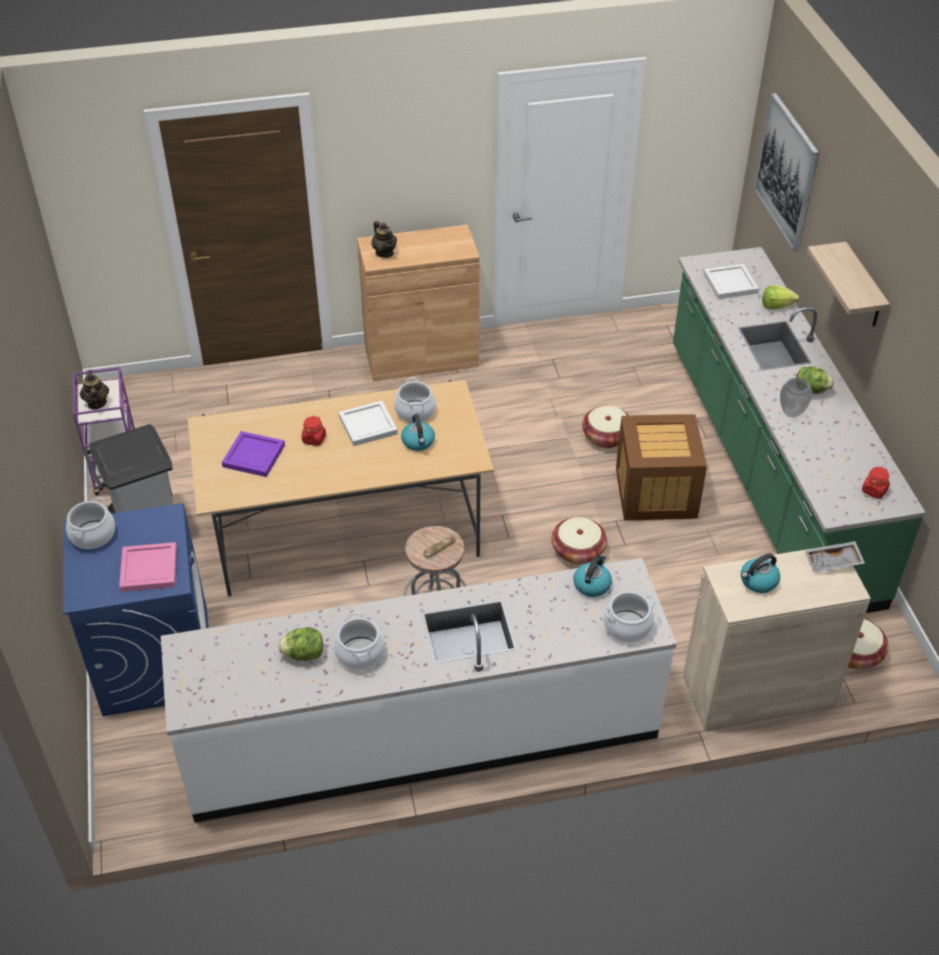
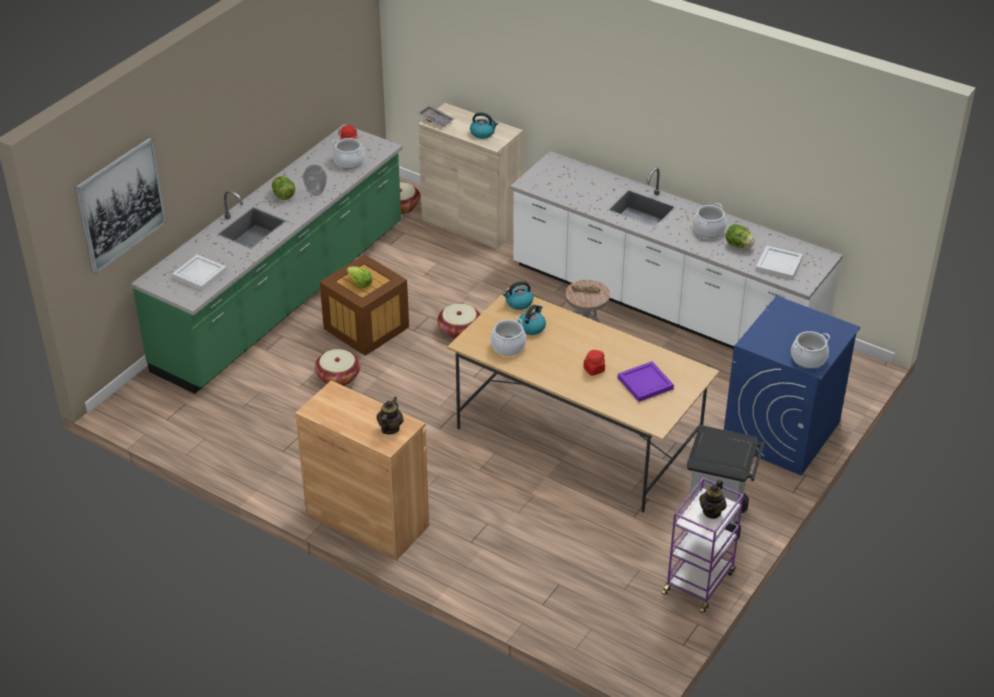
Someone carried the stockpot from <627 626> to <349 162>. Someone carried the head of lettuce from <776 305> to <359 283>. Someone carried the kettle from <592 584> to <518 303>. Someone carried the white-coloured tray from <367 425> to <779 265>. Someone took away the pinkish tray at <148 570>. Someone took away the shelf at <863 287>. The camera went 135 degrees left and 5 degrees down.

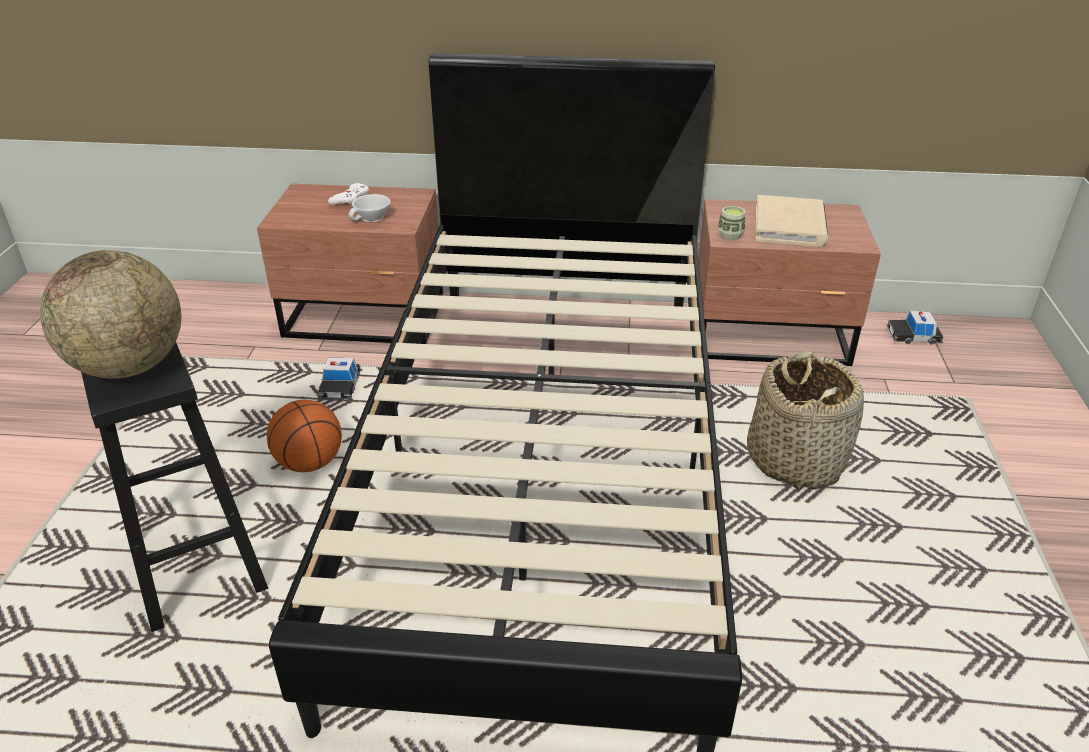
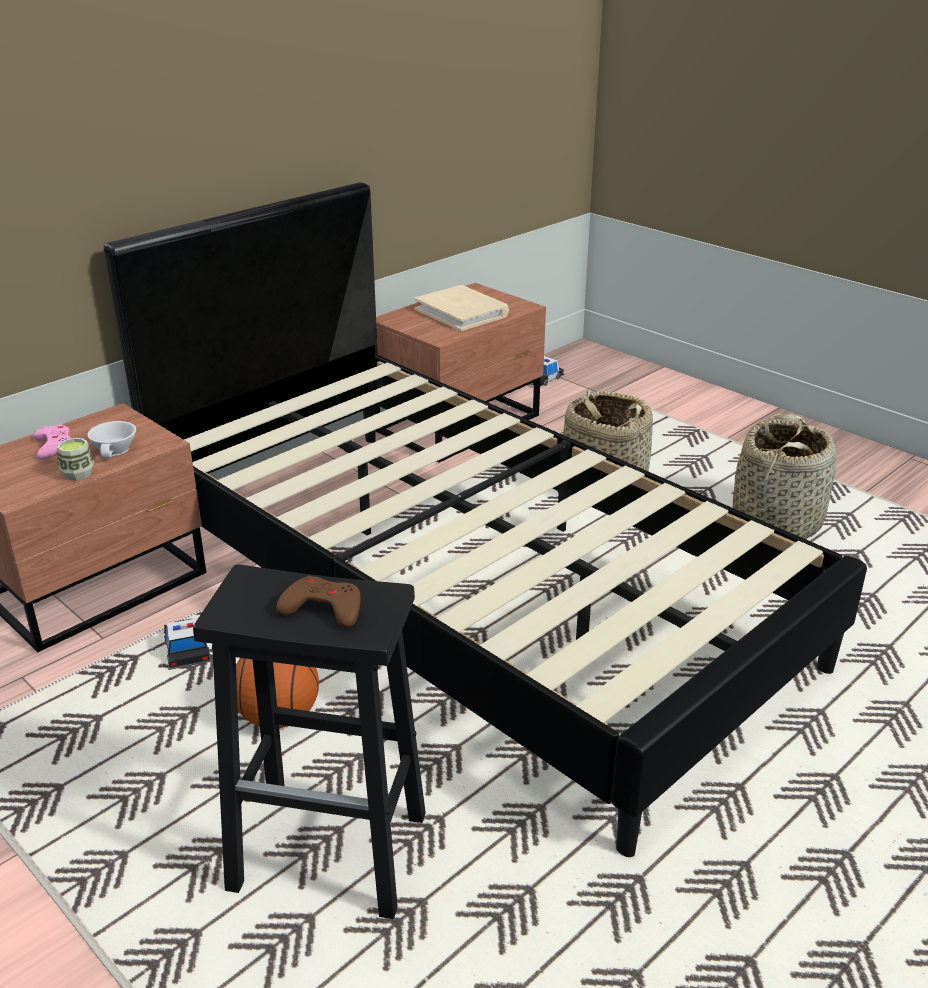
Someone repainted the white-coloured game controller at <351 199>, which became the pinkish game controller at <54 446>. Someone carried the cup from <730 235> to <78 474>. Someone rotated the miniature car at <340 386> by 150 degrees counterclockwise. Someone swapped the world globe at <130 366> for the brownish game controller at <323 608>. Someone put down the basket at <777 521>. The camera went 50 degrees left and 5 degrees down.

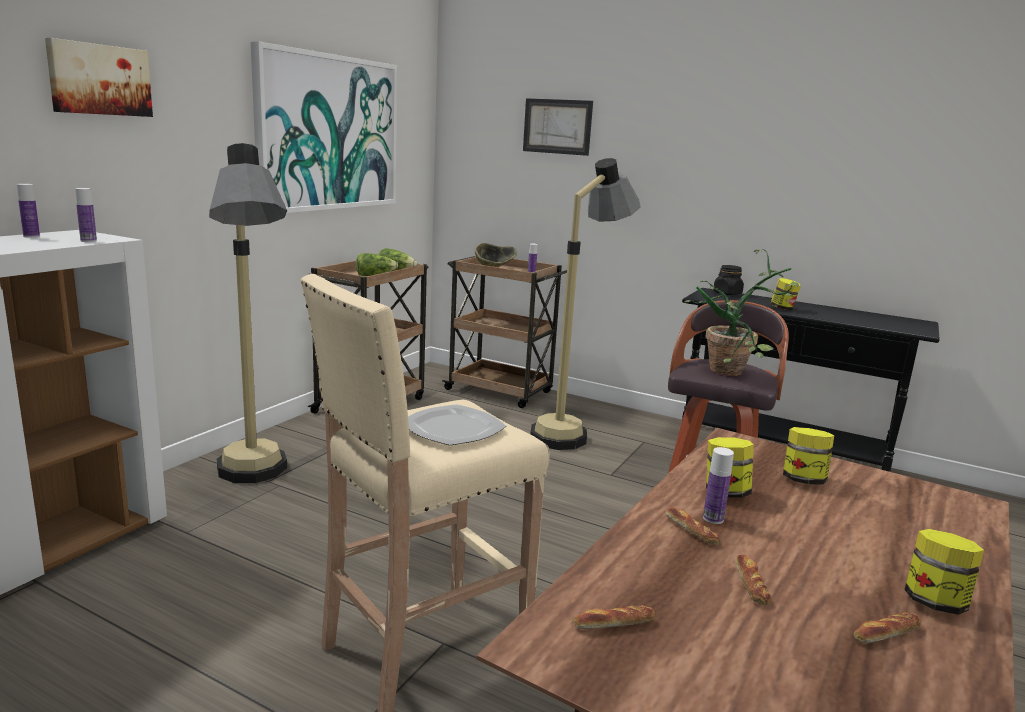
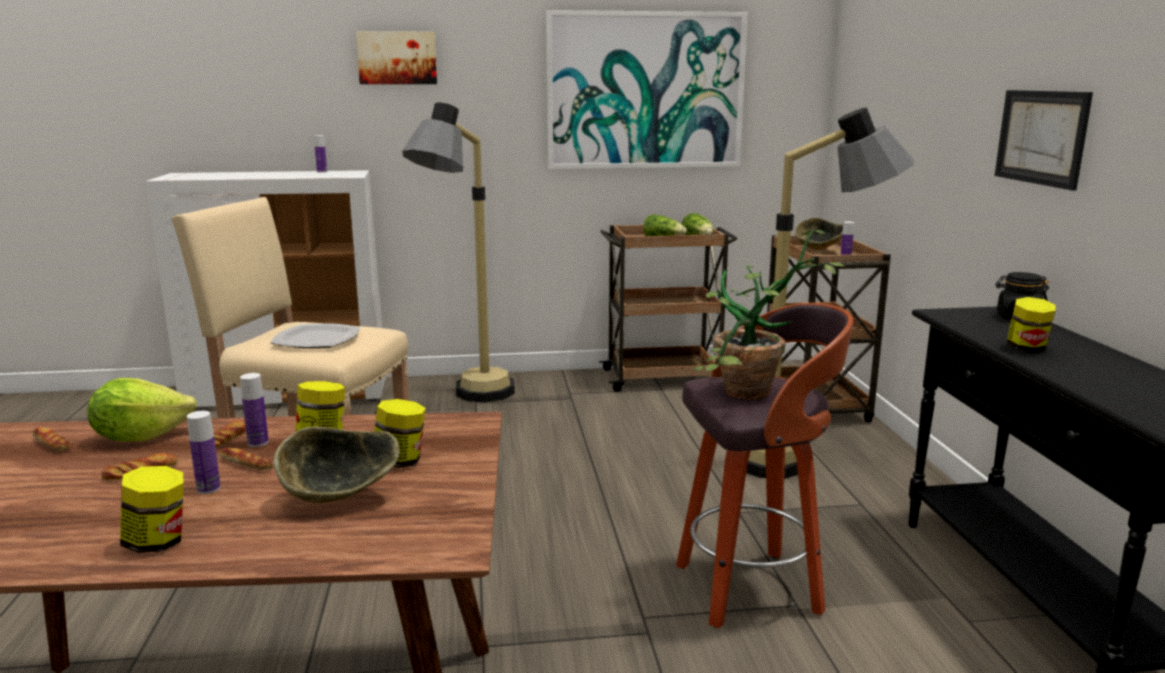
Someone put down the head of lettuce at <141 436>. Someone carried the drink bottle from <88 241> to <208 489>. Someone carried the bread from <886 633> to <246 464>. Someone put down the deep dish at <339 499>. Someone carried the wall picture from <557 126> to <1041 137>. The camera went 55 degrees right and 0 degrees up.

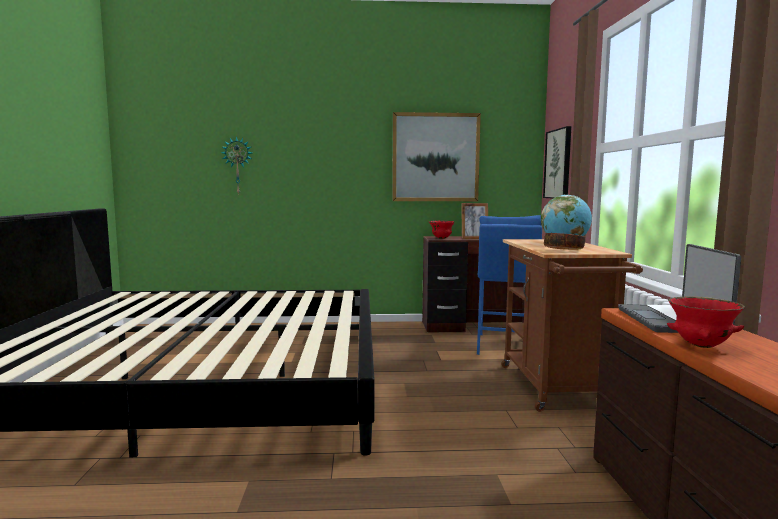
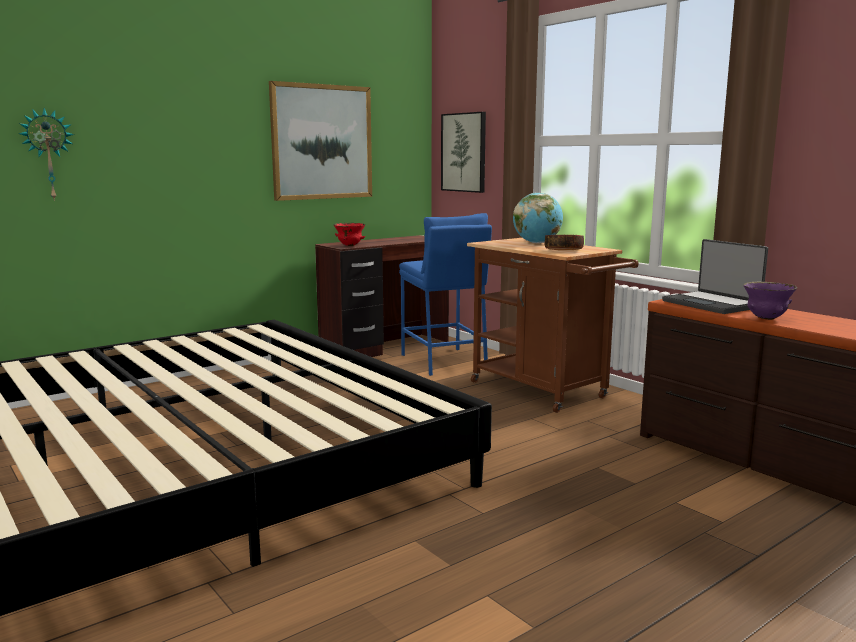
Someone repainted the reddish deep dish at <702 346>, which became the purple deep dish at <766 318>. Someone took away the photo frame at <474 238>. The camera went 35 degrees left and 5 degrees up.

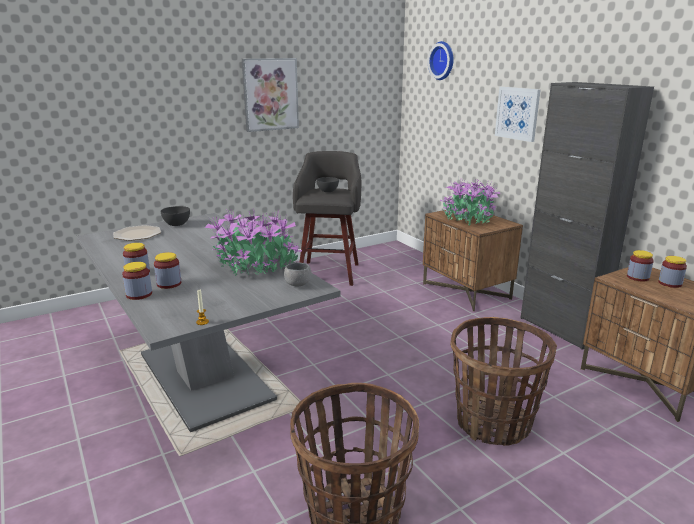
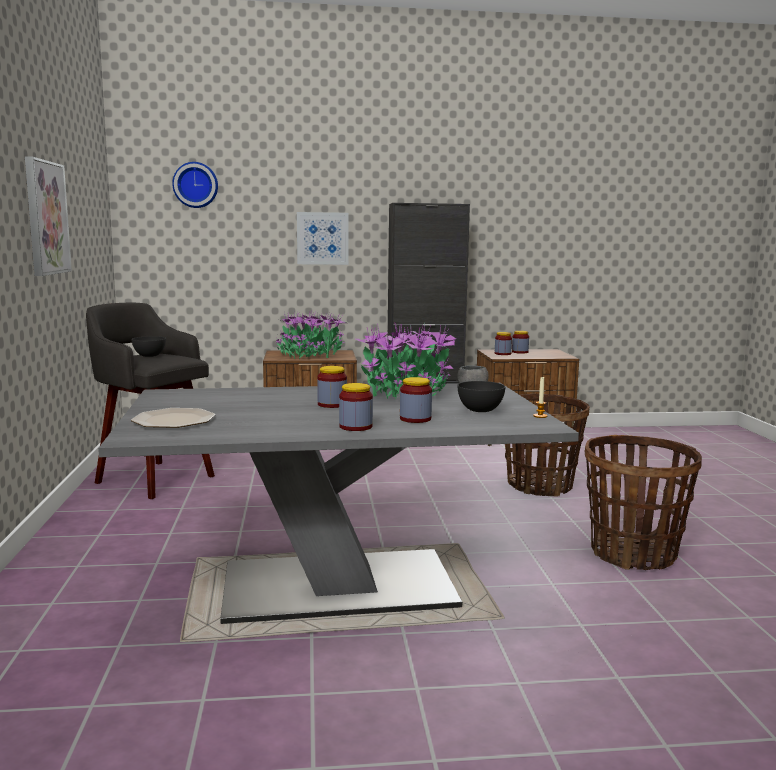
Someone carried the jar from <139 294> to <332 404>. Someone carried the grey deep dish from <177 224> to <480 410>. The camera went 65 degrees left and 10 degrees down.

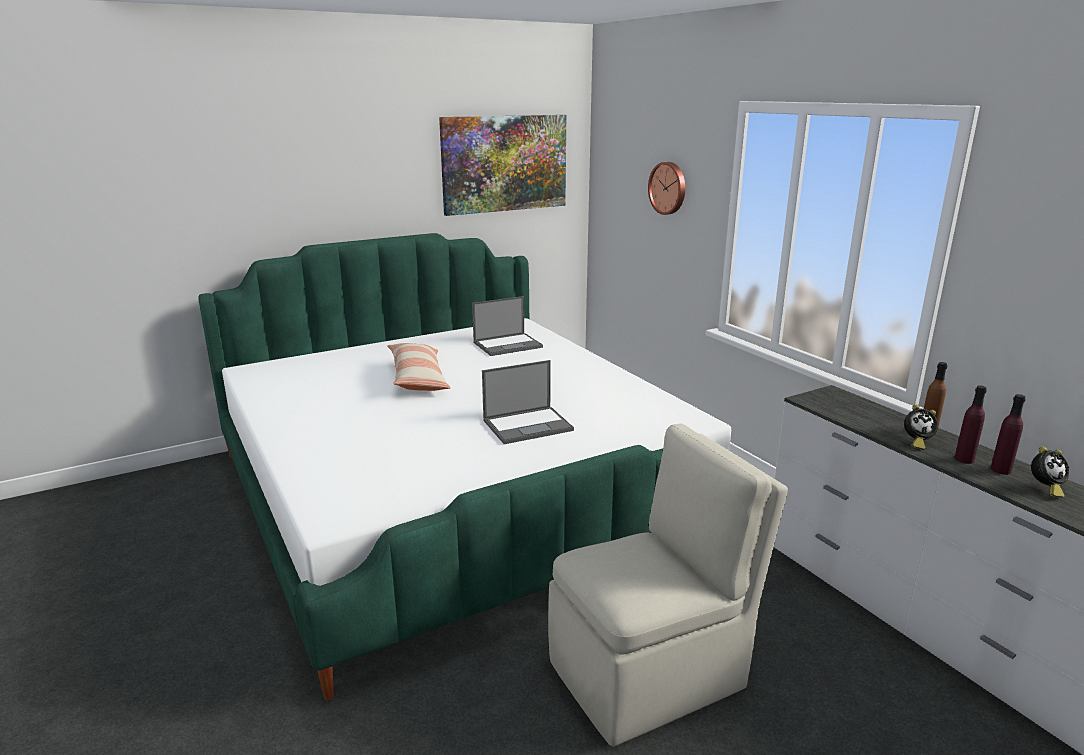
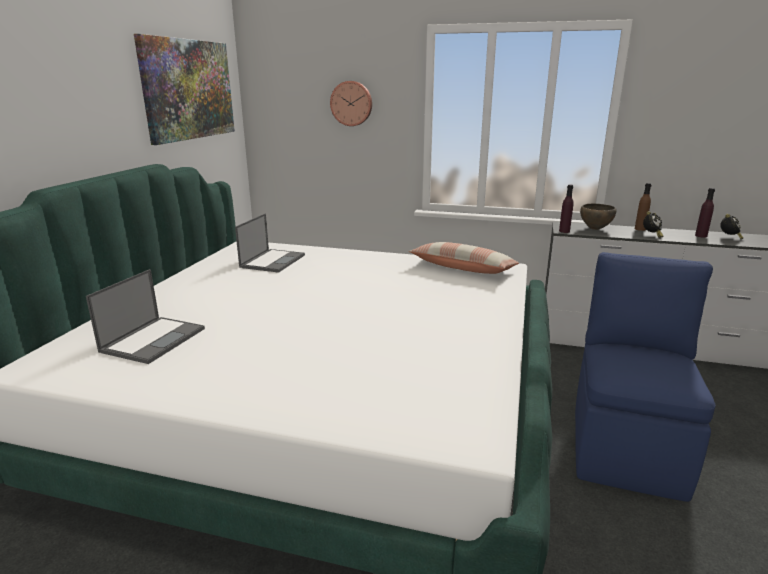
Someone carried the portable computer from <528 425> to <154 339>. Someone carried the cushion from <418 378> to <463 268>. Someone carried the purple drink bottle from <964 459> to <564 231>. Someone repainted the beige-coloured plain chair at <651 673>, which became the blue-coloured plain chair at <626 446>. Someone put down the brownish deep dish at <595 229>. The camera went 45 degrees left and 0 degrees up.

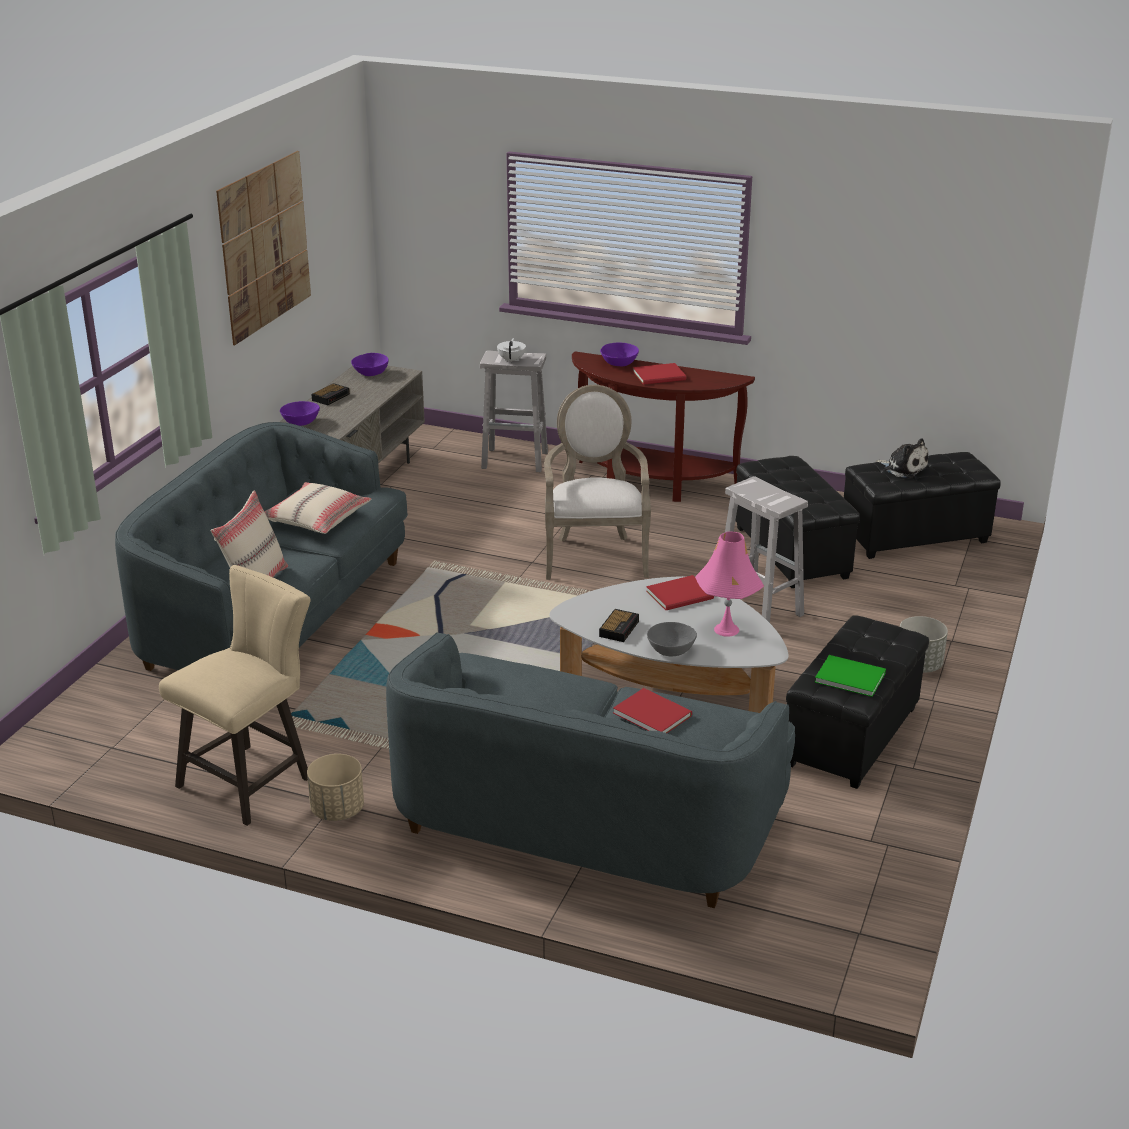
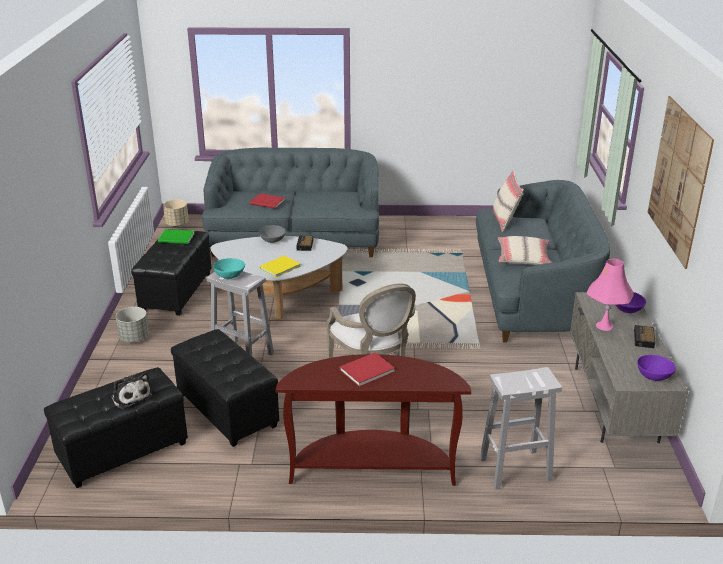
Someone rotated the soft toy at <903 468> by 150 degrees counterclockwise. Someone carried the beige-coloured flower pot from <337 810> to <177 224>. Someone put down the turquoise deep dish at <229 275>. Someone repainted the reddish volume at <682 595>, which became the yellow volume at <278 267>. Someone carried the pinkish tabletop lamp from <726 630> to <604 326>. Someone took away the beige-coloured sitting stool at <252 779>. Someone took away the white-coloured tea pot at <512 360>. Someone took away the purple deep dish at <619 363>. The camera went 160 degrees right and 0 degrees up.

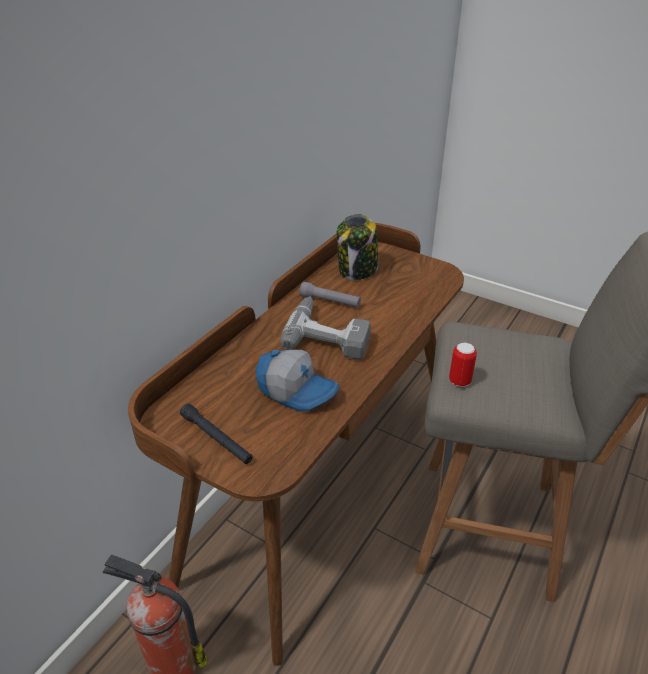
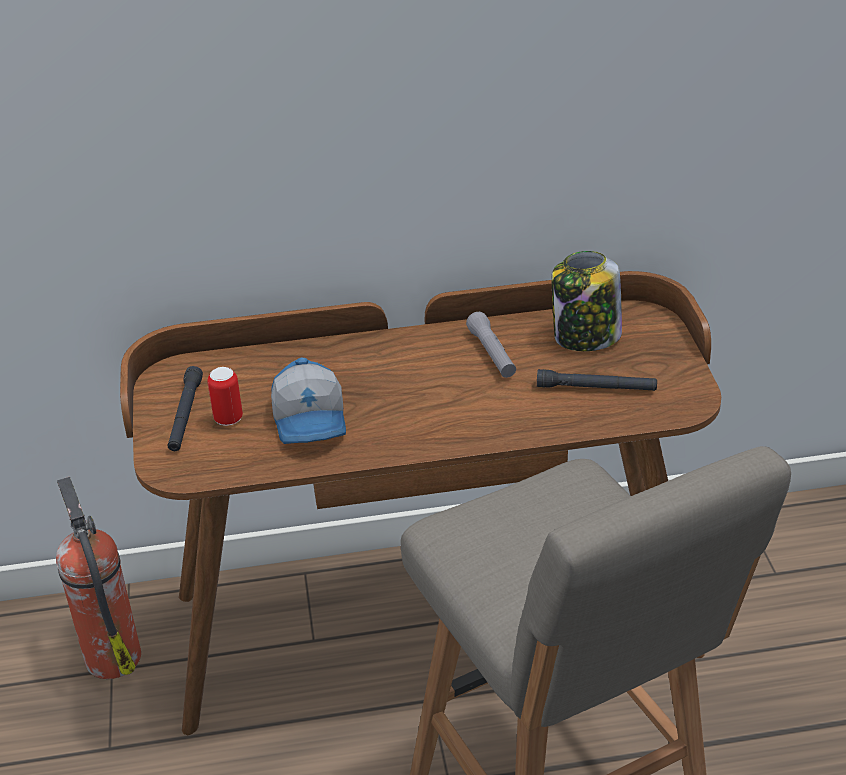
Someone carried the sealed can from <459 381> to <228 419>. Someone put down the blackish hand torch at <596 388>. Someone took away the electric drill at <329 334>. The camera went 50 degrees right and 0 degrees up.

